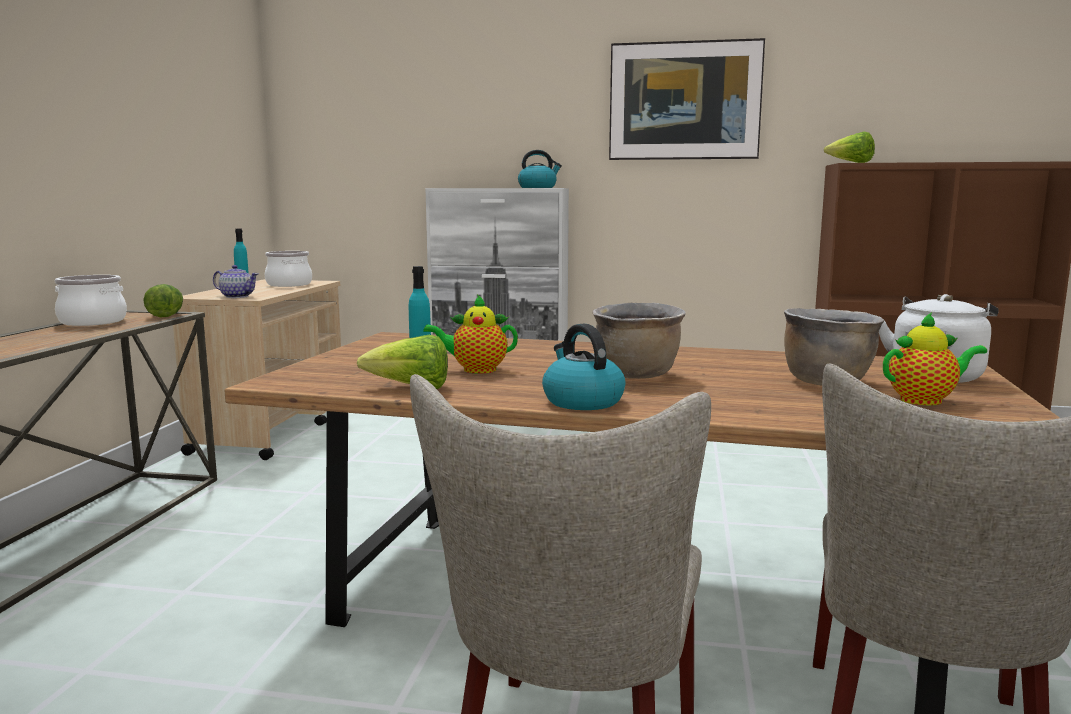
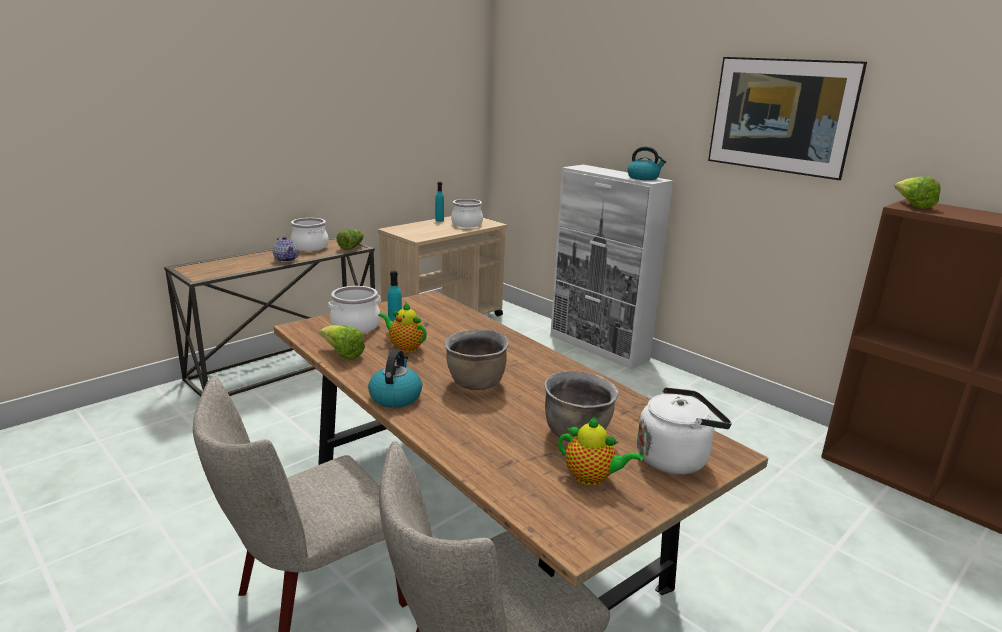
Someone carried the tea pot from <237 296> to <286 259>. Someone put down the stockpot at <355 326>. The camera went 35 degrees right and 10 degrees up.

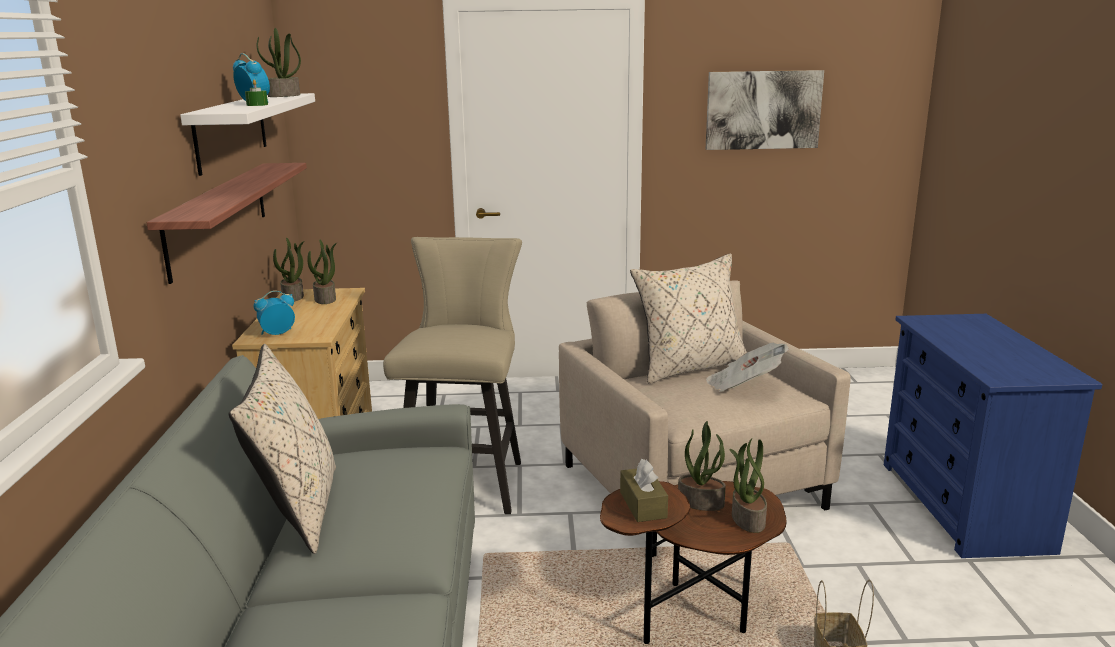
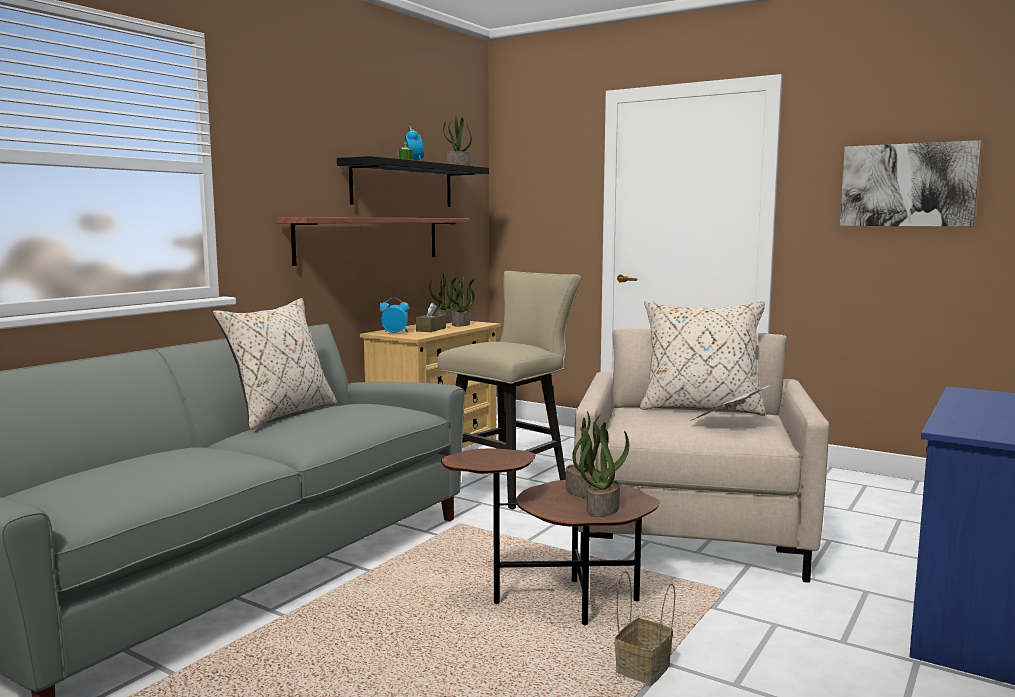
Someone repainted the white-coloured shelf at <231 131>, which became the blackish shelf at <403 184>. Someone carried the brownish tissue box from <643 505> to <431 329>. The camera went 35 degrees right and 10 degrees down.

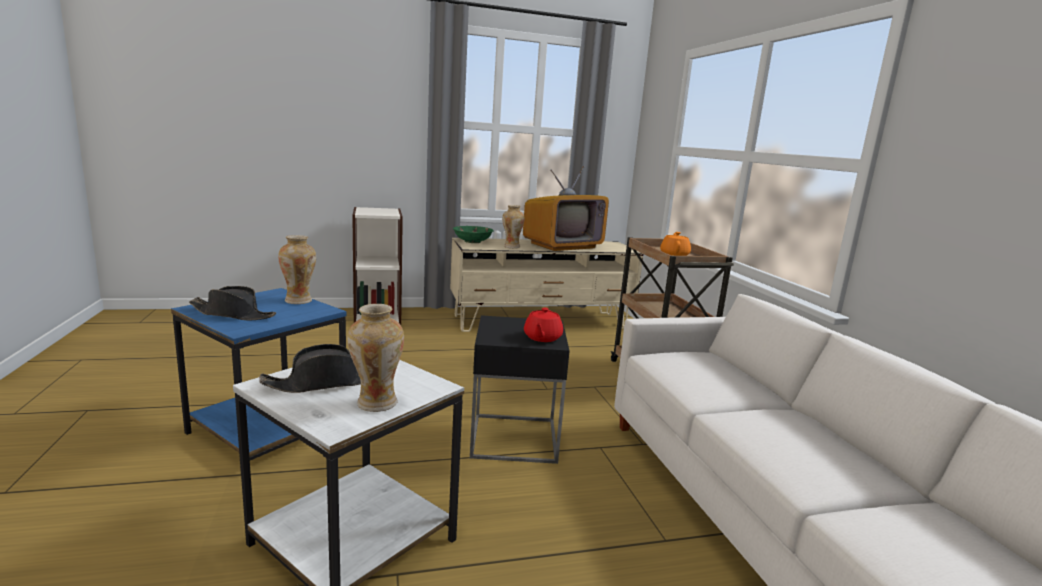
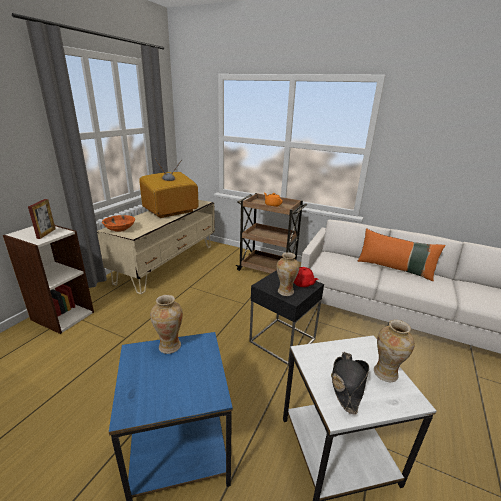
Someone put down the photo frame at <46 233>. Someone repainted the greenish deep dish at <472 241>, which became the orangey deep dish at <120 229>. Someone rotated the TV set at <562 245> by 135 degrees counterclockwise. Someone carried the decorative vase from <511 247> to <285 292>. Someone put down the orangey cushion at <394 269>. Someone took away the blackish wearable hat at <233 314>. The camera went 50 degrees left and 10 degrees up.

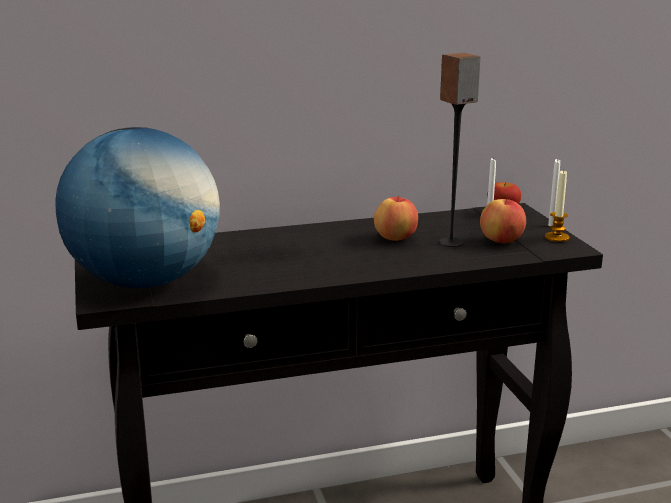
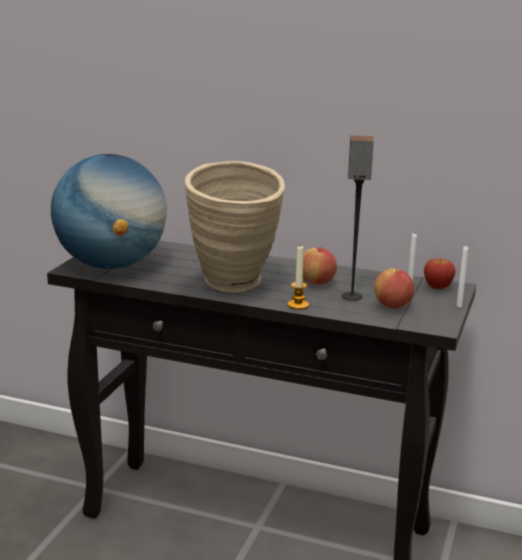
Someone put down the beige-coloured decorative vase at <235 287>. Someone carried the wax light from <556 238> to <298 305>. The camera went 35 degrees right and 0 degrees up.

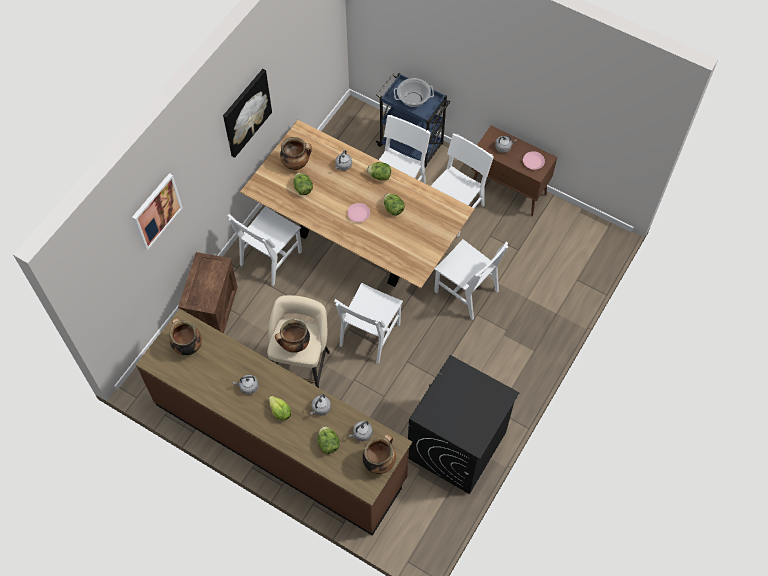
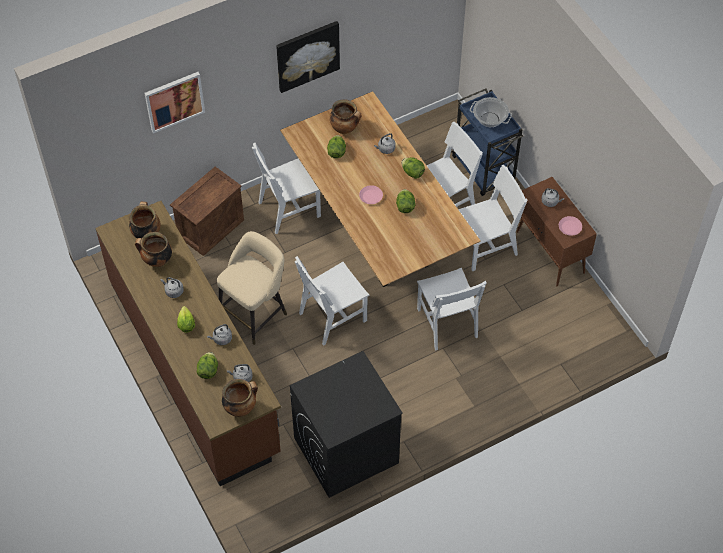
Someone carried the stockpot from <294 345> to <157 261>. The camera went 30 degrees right and 5 degrees down.

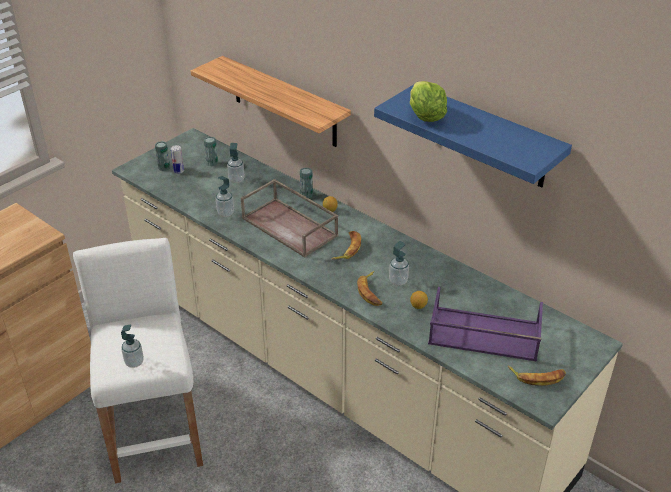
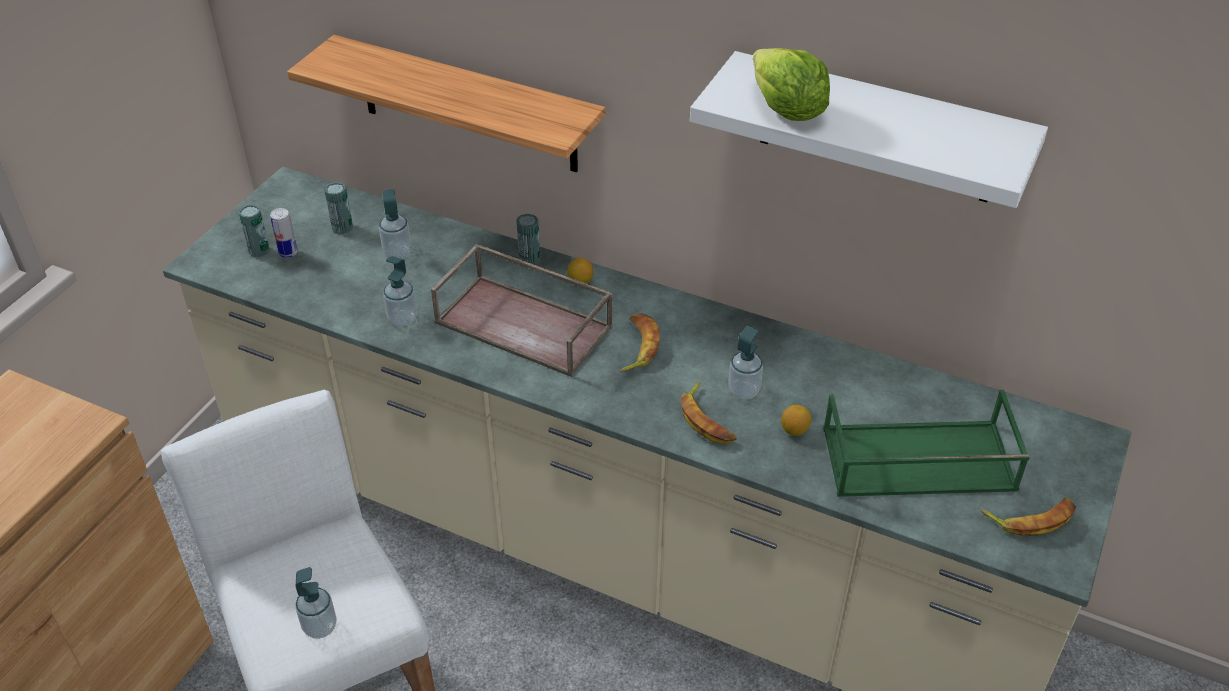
Someone repainted the blue-coloured shelf at <485 137>, which became the white-coloured shelf at <878 129>. Someone repainted the purple tray at <482 334>, which became the greenish tray at <916 460>. The camera went 15 degrees left and 5 degrees up.

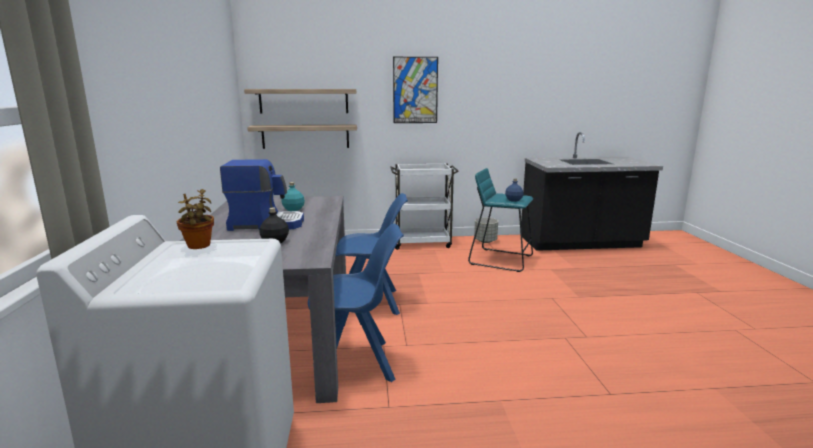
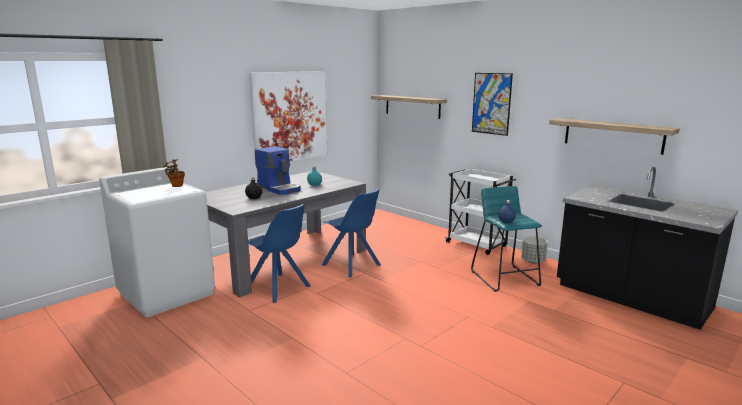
Someone put up the wall picture at <290 117>. Someone carried the shelf from <305 136> to <612 135>. The camera went 50 degrees right and 0 degrees up.

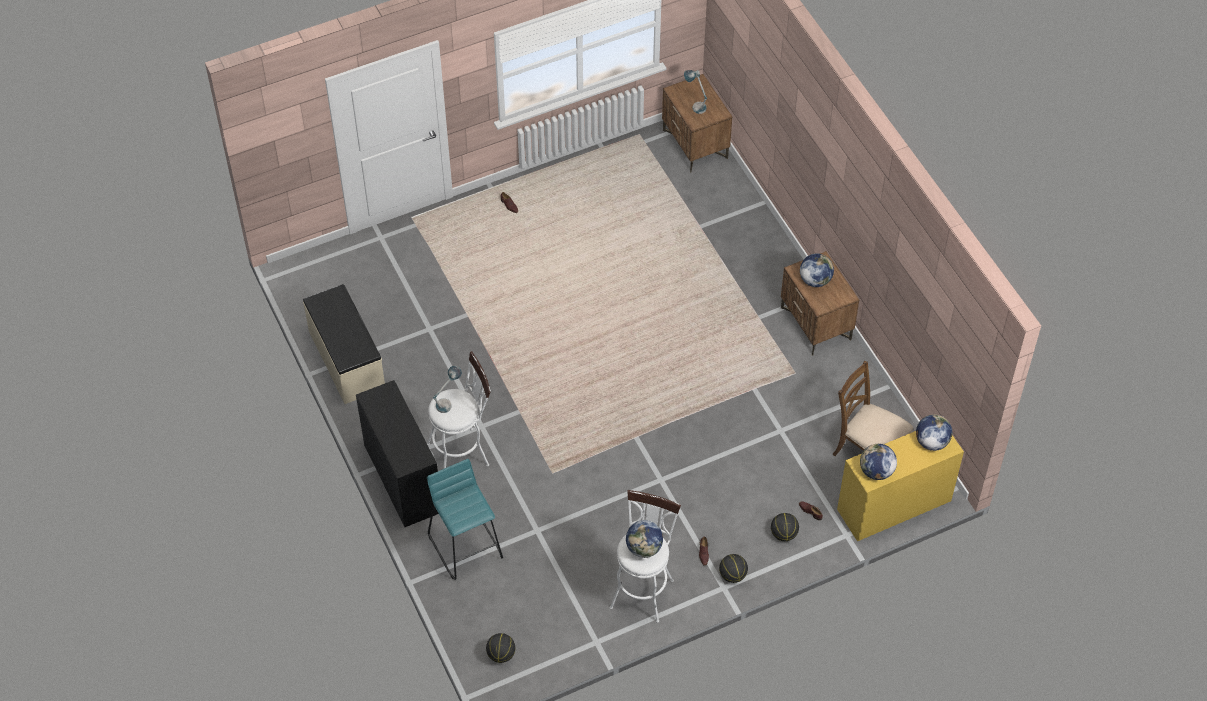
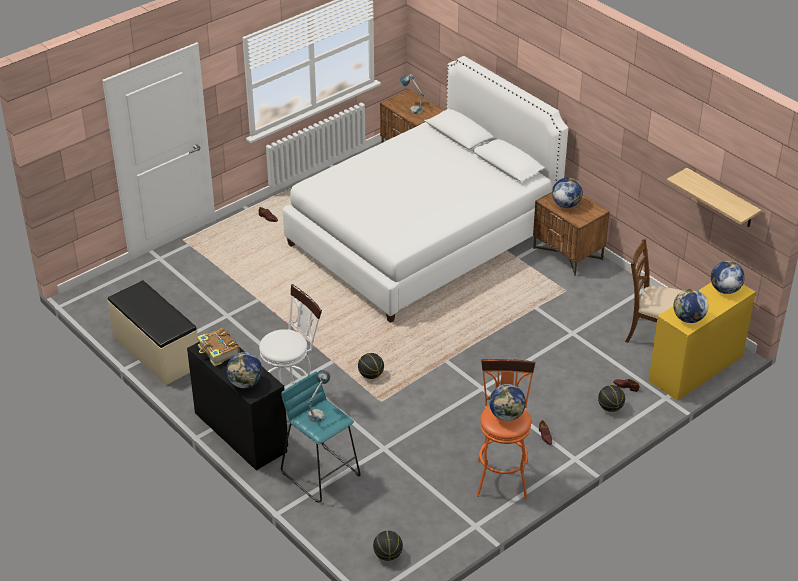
Someone put down the volume at <218 352>. Someone put down the world globe at <245 383>. Someone put down the white-coloured bed at <423 237>. Someone carried the tabletop lamp from <448 402> to <319 412>. Someone carried the ball for basketball from <732 575> to <371 375>. Someone repainted the white-coloured sitting stool at <643 589>, which became the orangey sitting stool at <501 474>. Someone put up the shelf at <721 199>. The camera went 15 degrees left and 15 degrees down.

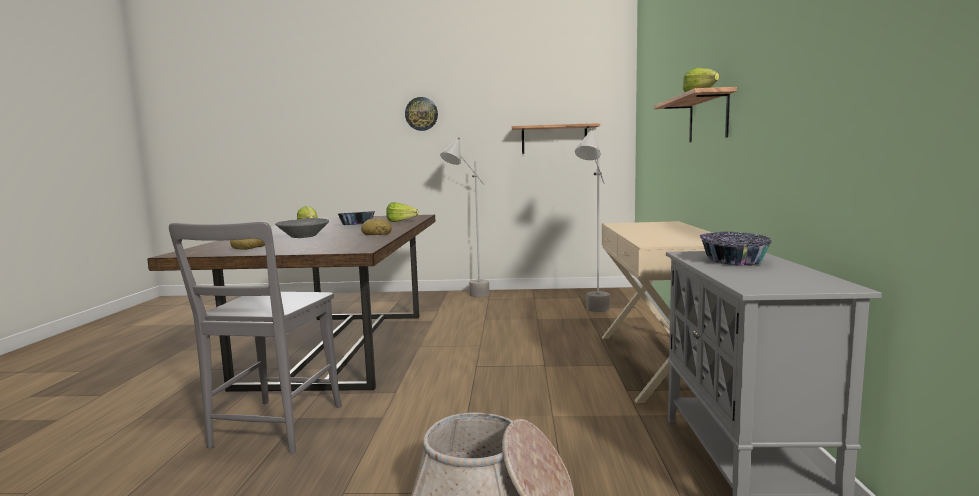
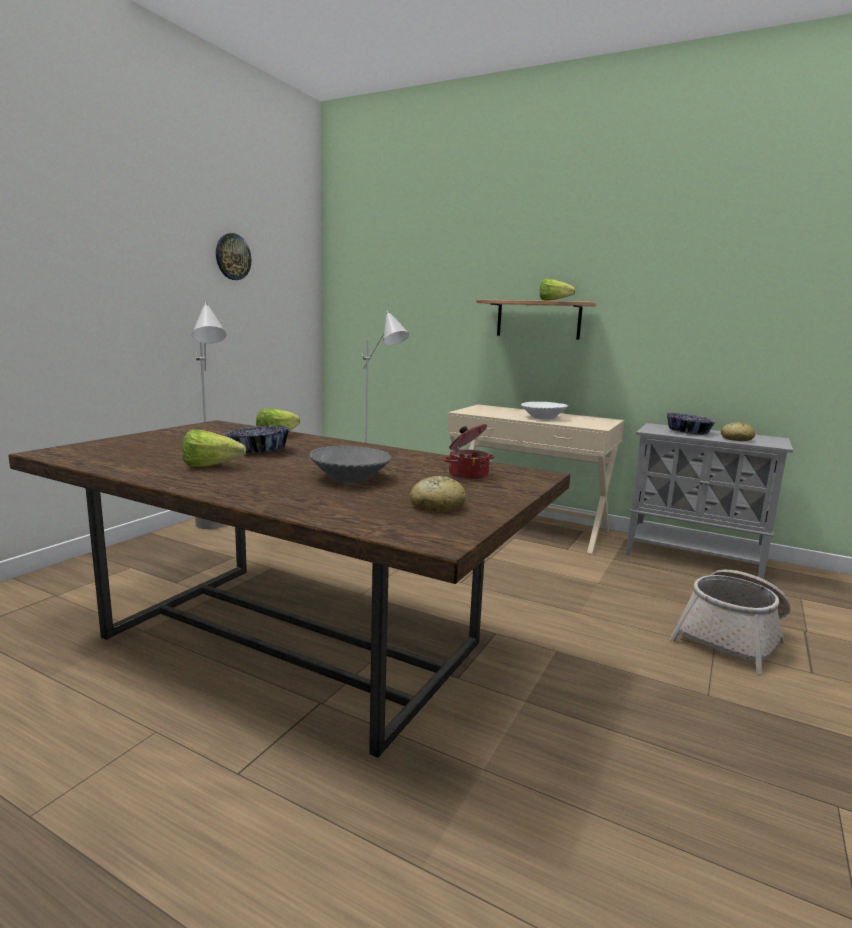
Someone carried the wall clock from <421 114> to <232 257>. Someone put down the stockpot at <467 475>. Someone put down the white-coloured deep dish at <543 418>. Someone carried the bread from <377 234> to <736 439>. Someone took away the grey plain chair at <273 429>. Someone took away the shelf at <554 139>. The camera went 65 degrees left and 5 degrees up.

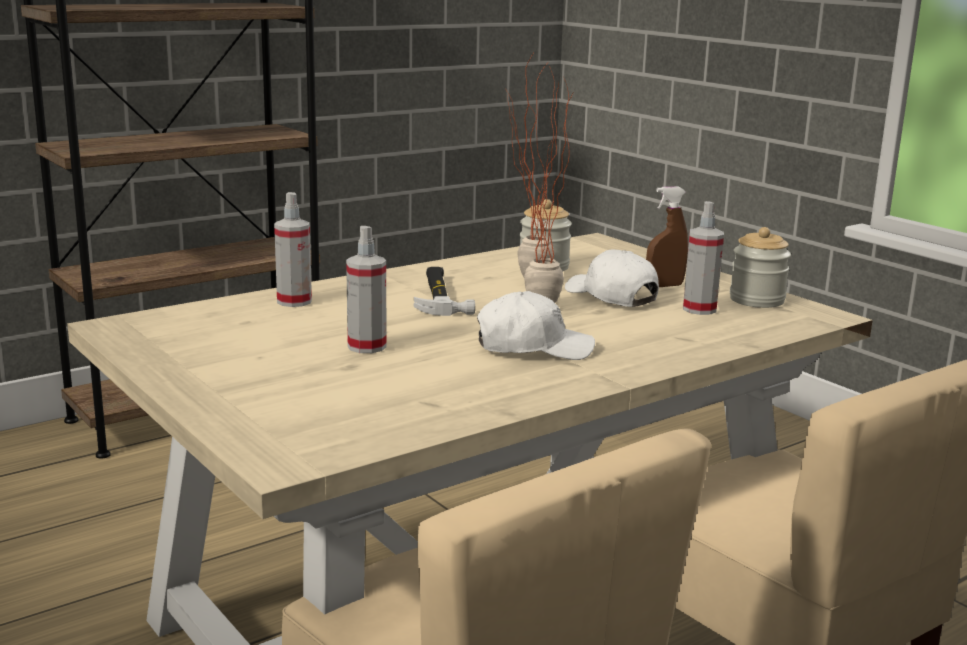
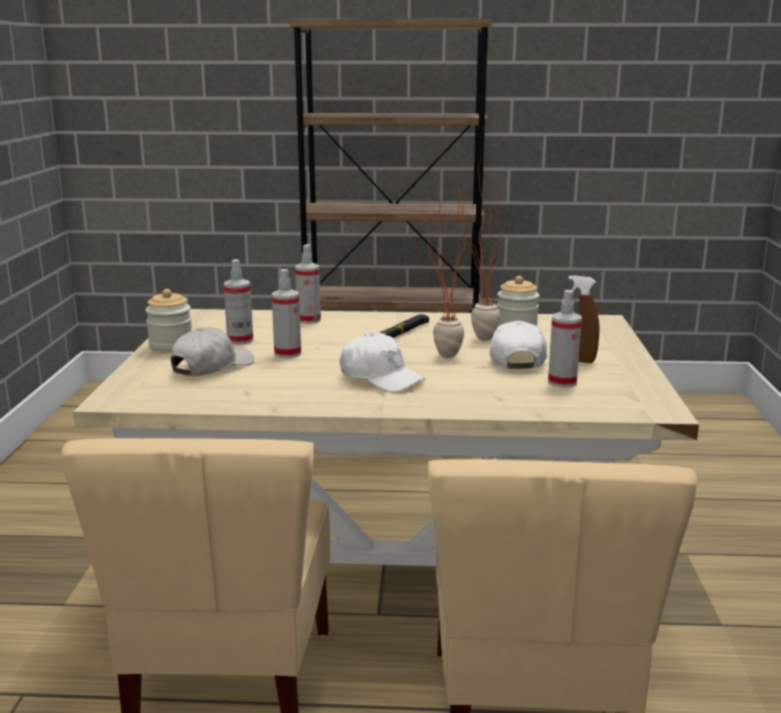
Someone carried the jar from <756 300> to <171 346>. Someone put down the white-coloured cap at <212 367>. Someone put down the sprayer at <240 340>. The camera went 40 degrees right and 0 degrees up.

